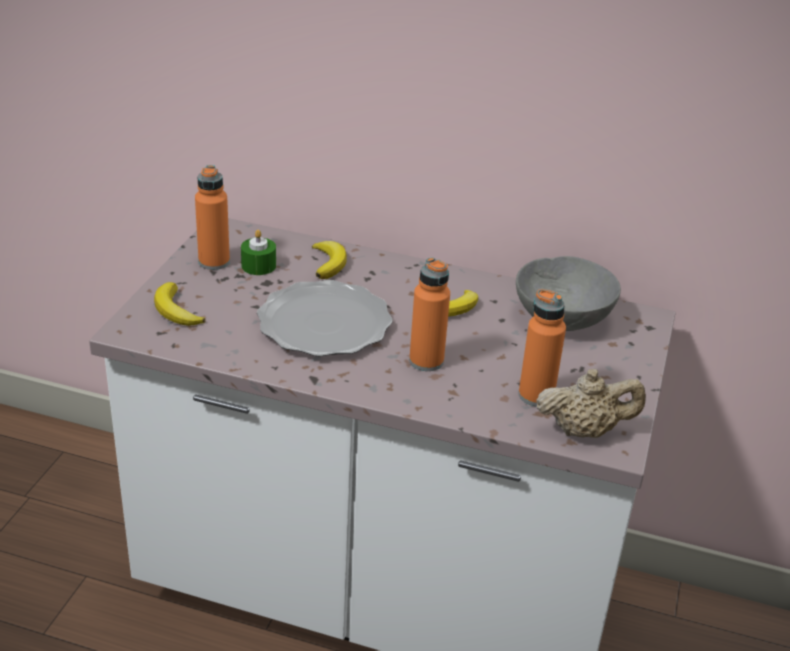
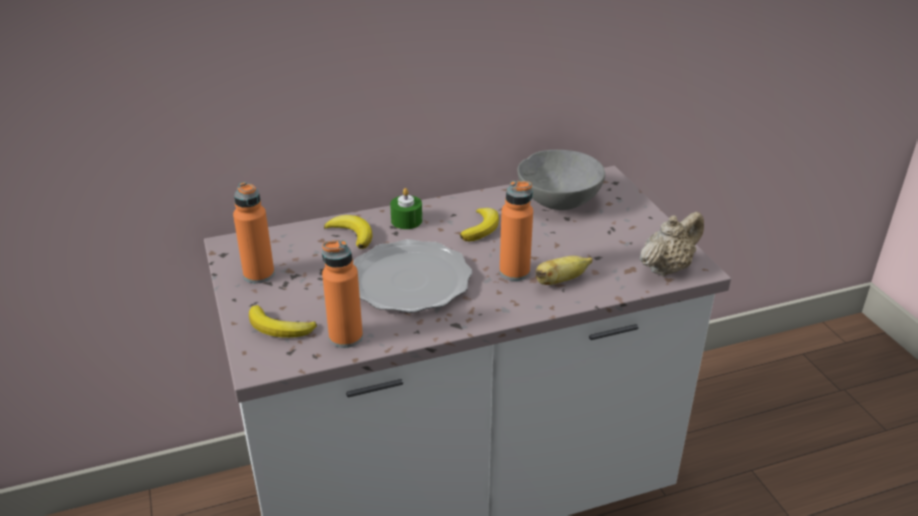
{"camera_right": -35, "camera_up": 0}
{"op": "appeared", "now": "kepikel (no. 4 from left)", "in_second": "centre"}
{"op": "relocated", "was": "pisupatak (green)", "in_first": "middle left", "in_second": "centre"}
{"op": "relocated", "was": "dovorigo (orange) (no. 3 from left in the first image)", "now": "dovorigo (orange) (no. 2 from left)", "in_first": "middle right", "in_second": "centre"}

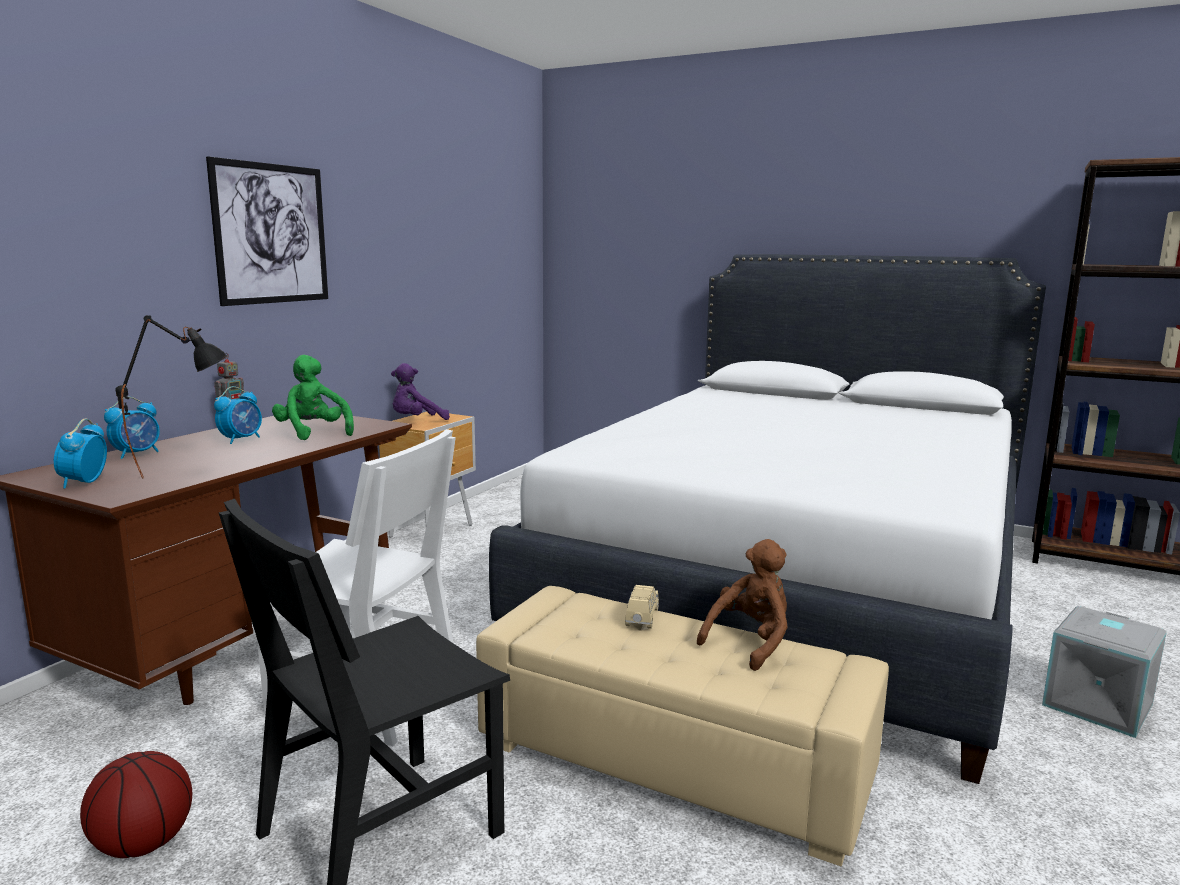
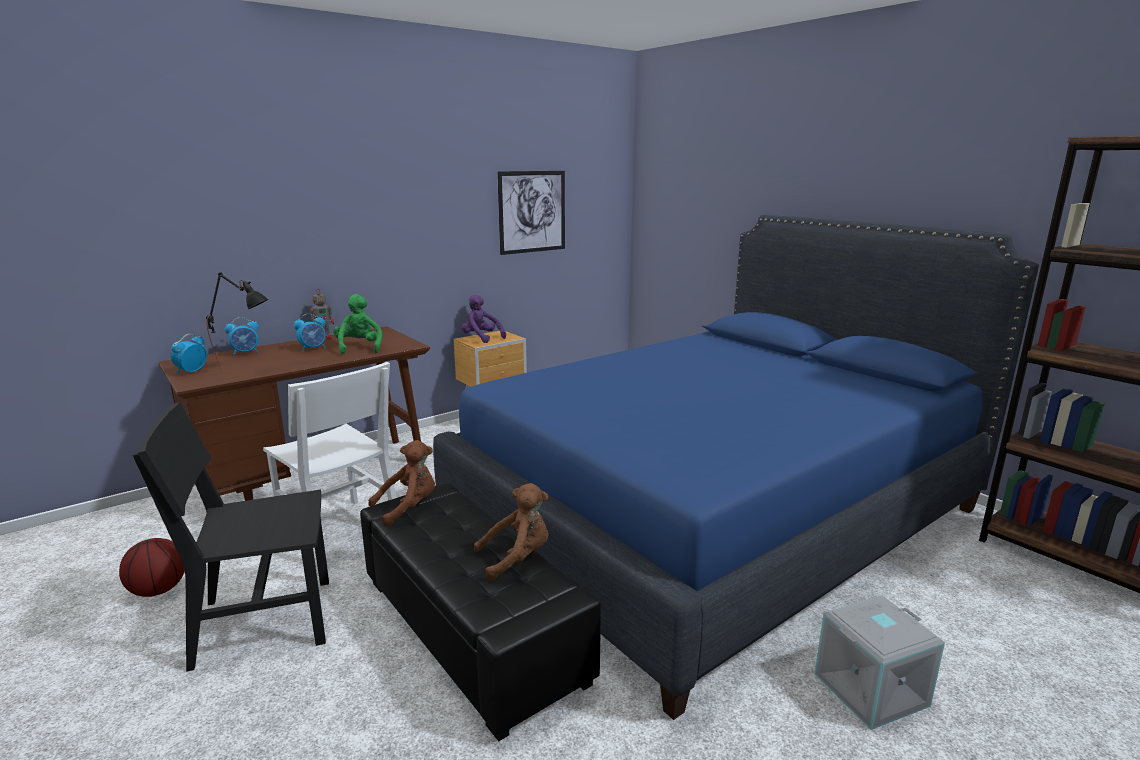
{"camera_right": 25, "camera_up": 5}
{"op": "missing", "was": "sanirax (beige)", "in_first": "bottom centre"}
{"op": "appeared", "now": "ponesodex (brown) (no. 1 from left)", "in_second": "centre"}
{"op": "relocated", "was": "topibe", "in_first": "top left", "in_second": "top centre"}
{"op": "colour", "was": "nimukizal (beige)", "now": "nimukizal (black)", "in_first": "bottom centre", "in_second": "bottom centre"}
{"op": "colour", "was": "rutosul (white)", "now": "rutosul (blue)", "in_first": "centre", "in_second": "centre"}
{"op": "spun", "was": "ponesodex (purple)", "in_first": "centre", "in_second": "centre", "clockwise": 45}

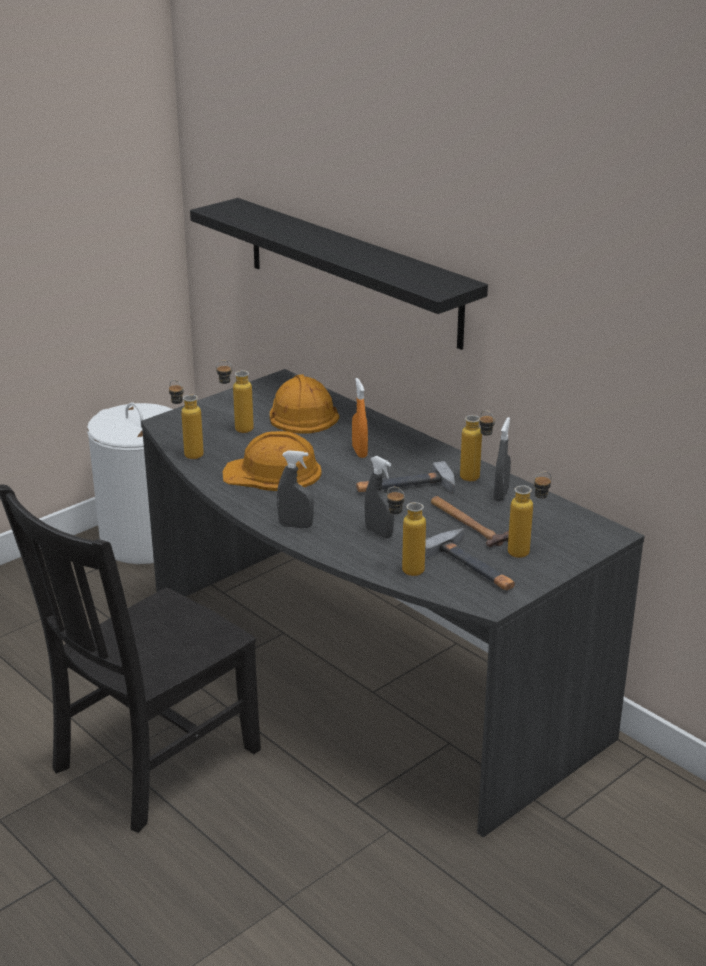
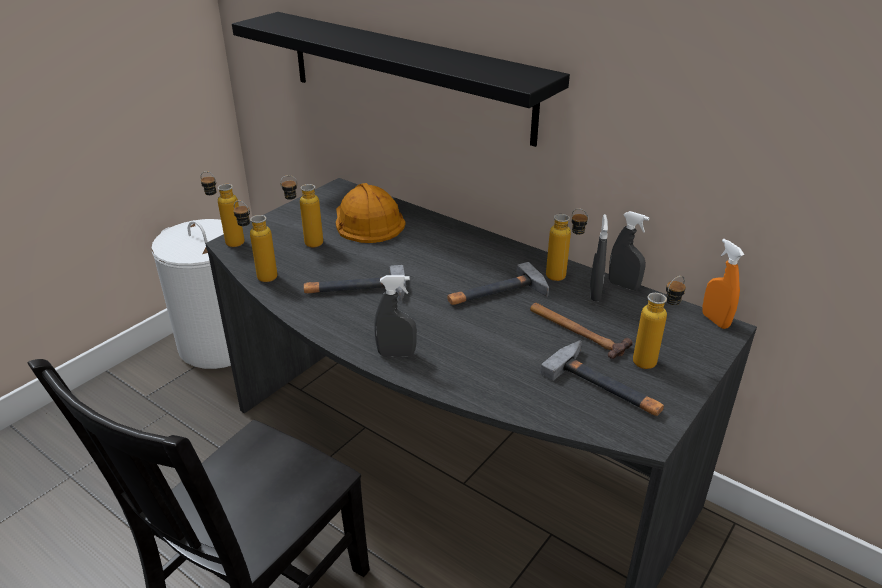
{"camera_right": -10, "camera_up": 5}
{"op": "relocated", "was": "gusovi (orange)", "in_first": "centre", "in_second": "middle right"}
{"op": "relocated", "was": "gusovi (grey) (no. 2 from left in the first image)", "now": "gusovi (grey) (no. 3 from left)", "in_first": "centre", "in_second": "middle right"}
{"op": "relocated", "was": "dovorigo (no. 3 from left in the first image)", "now": "dovorigo (no. 1 from left)", "in_first": "centre", "in_second": "middle left"}
{"op": "exchanged", "was": "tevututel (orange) (no. 1 from left)", "now": "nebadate (no. 1 from left)", "in_first": "centre", "in_second": "centre"}

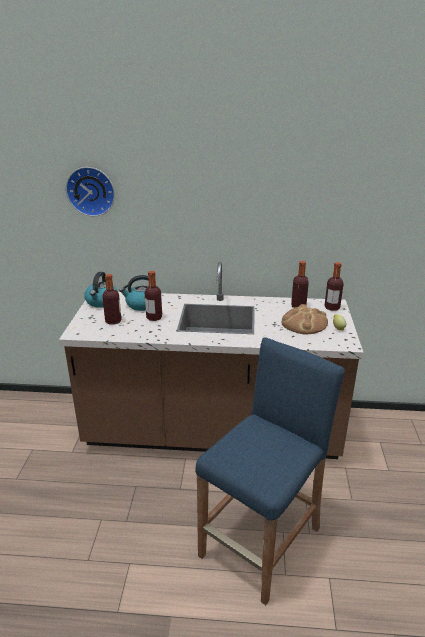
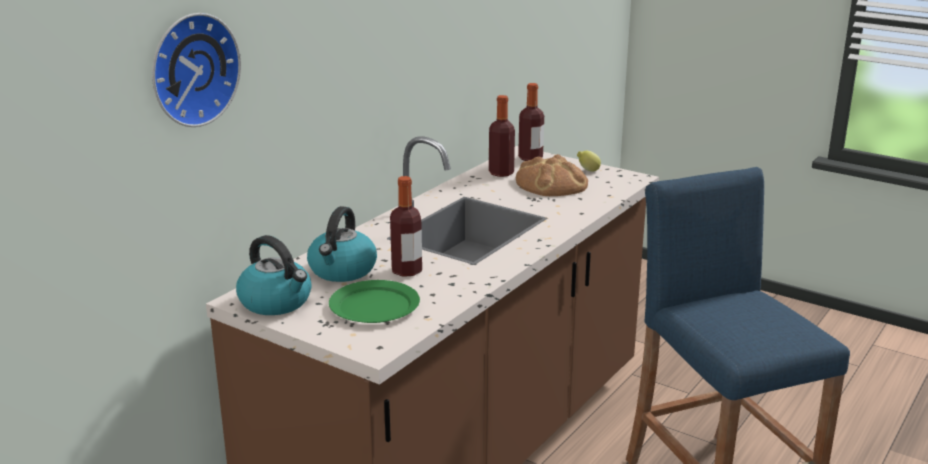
{"camera_right": -60, "camera_up": -5}
{"op": "exchanged", "was": "dovorigo (no. 1 from left)", "now": "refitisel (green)", "in_first": "middle left", "in_second": "centre"}

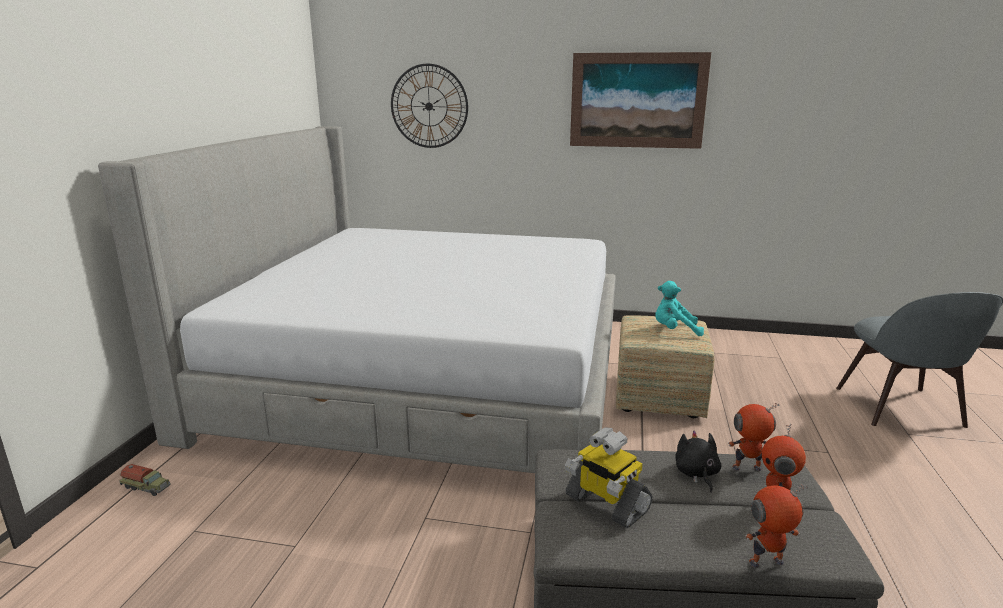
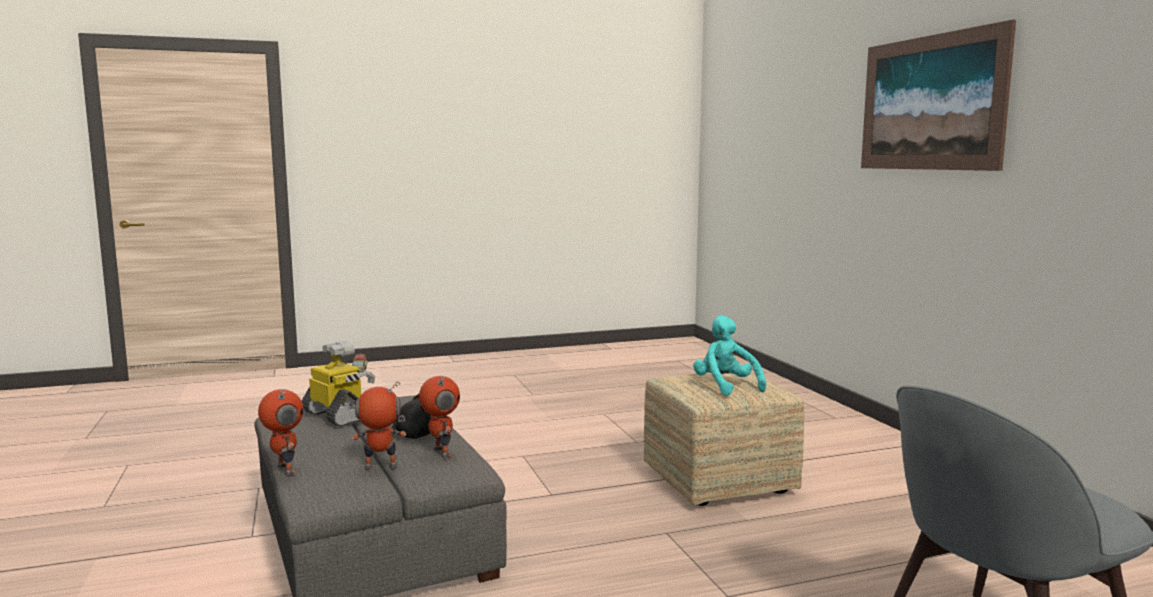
{"camera_right": 60, "camera_up": -10}
{"op": "missing", "was": "rutosul", "in_first": "centre"}
{"op": "missing", "was": "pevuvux", "in_first": "top centre"}
{"op": "spun", "was": "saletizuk (no. 1 from left in the first image)", "in_first": "bottom centre", "in_second": "middle left", "clockwise": 120}

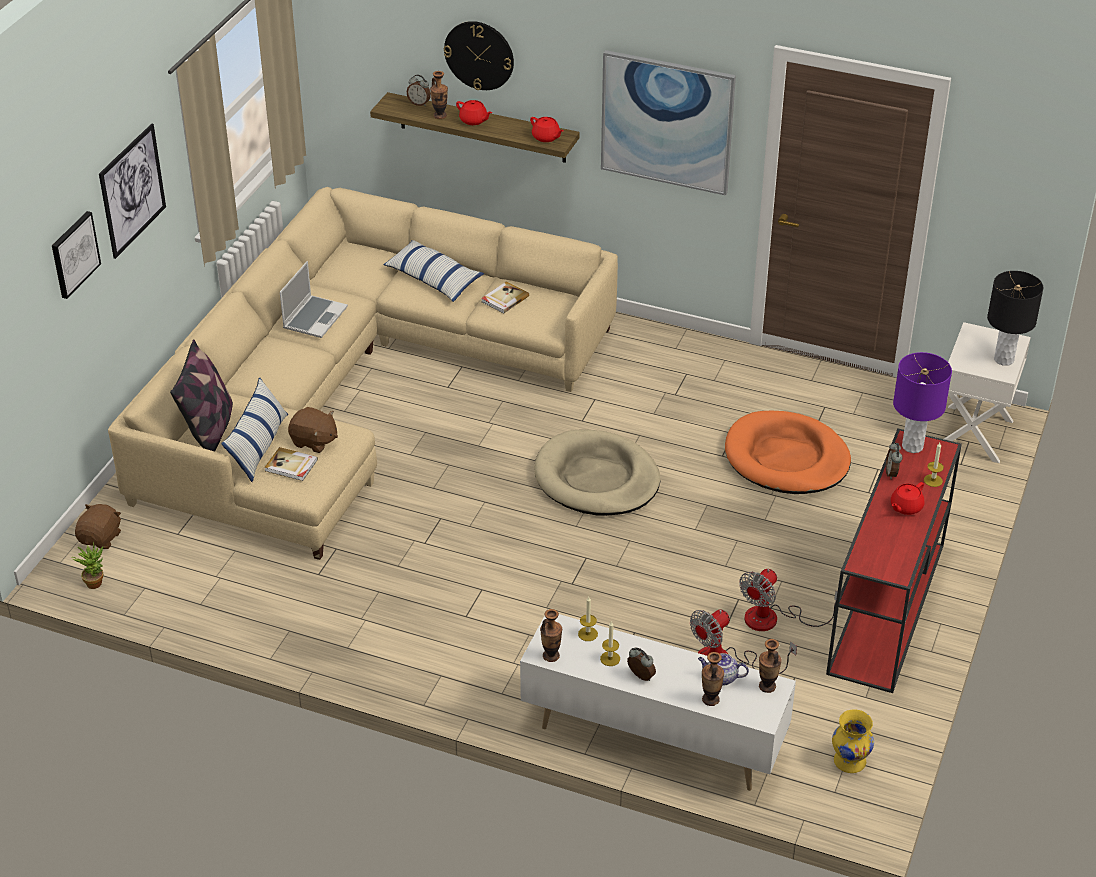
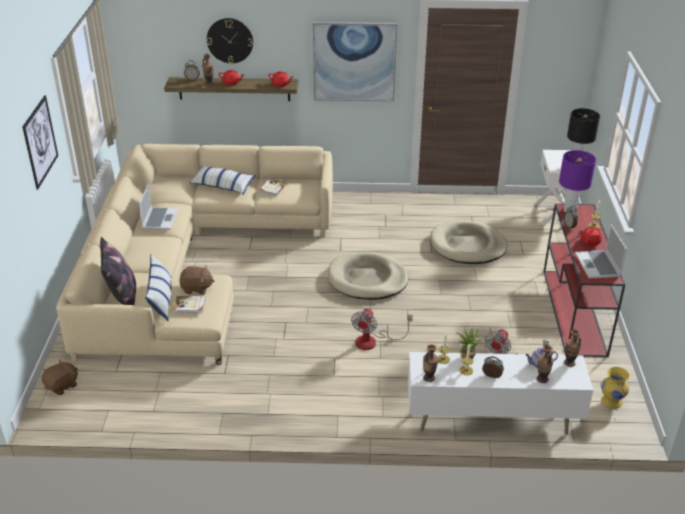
{"camera_right": -20, "camera_up": -5}
{"op": "missing", "was": "topibe (no. 1 from left)", "in_first": "top left"}
{"op": "appeared", "now": "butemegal (no. 2 from left)", "in_second": "middle right"}
{"op": "relocated", "was": "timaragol", "in_first": "middle left", "in_second": "middle right"}
{"op": "relocated", "was": "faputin (no. 2 from left in the first image)", "now": "faputin (no. 1 from left)", "in_first": "bottom right", "in_second": "centre"}
{"op": "colour", "was": "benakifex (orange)", "now": "benakifex (beige) (no. 2 from left)", "in_first": "middle right", "in_second": "middle right"}
{"op": "spun", "was": "ponesodex (brown) (no. 1 from left)", "in_first": "middle left", "in_second": "bottom left", "clockwise": 45}

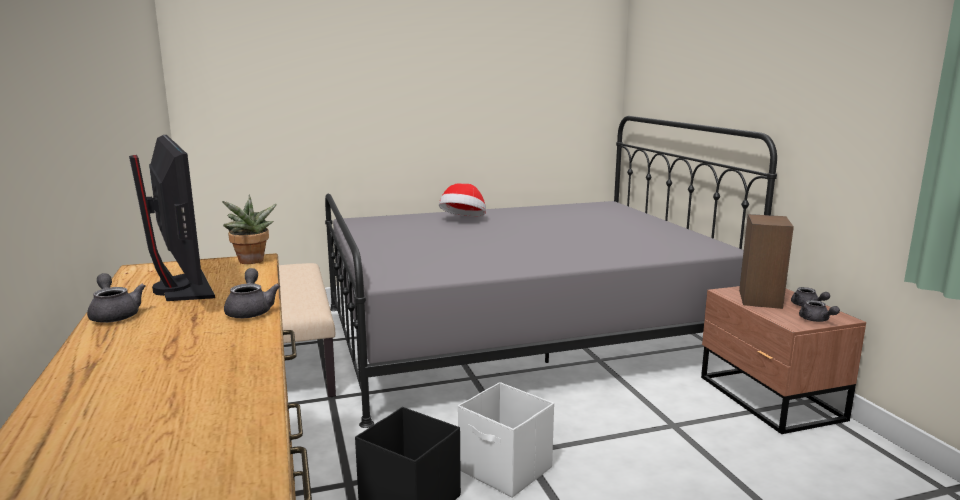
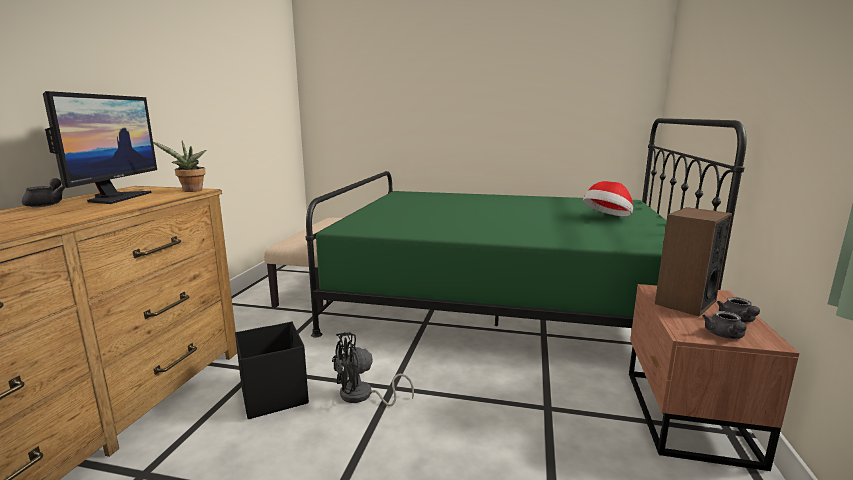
{"camera_right": 30, "camera_up": 0}
{"op": "missing", "was": "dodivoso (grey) (no. 2 from left)", "in_first": "middle left"}
{"op": "relocated", "was": "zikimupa", "in_first": "centre", "in_second": "middle right"}
{"op": "exchanged", "was": "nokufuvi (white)", "now": "faputin (black)", "in_first": "bottom centre", "in_second": "bottom centre"}
{"op": "colour", "was": "rutosul (grey)", "now": "rutosul (green)", "in_first": "centre", "in_second": "centre"}

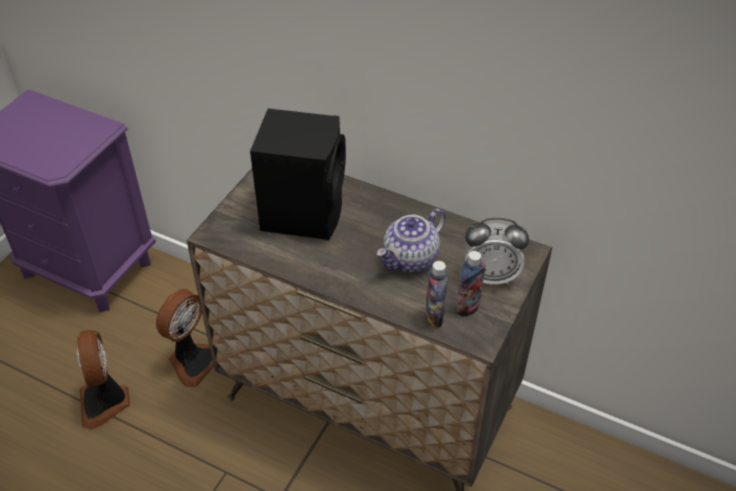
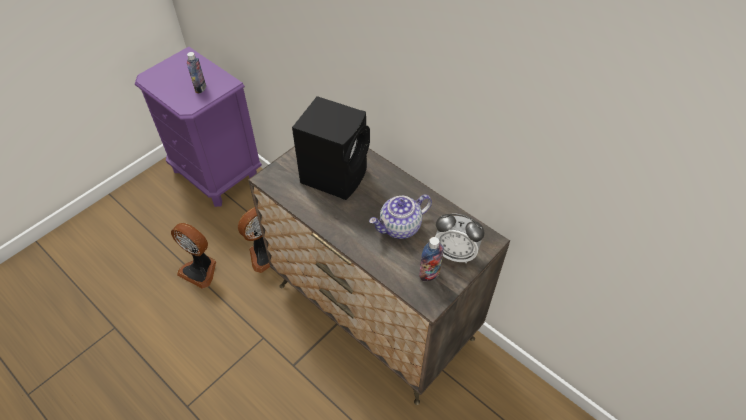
{"camera_right": 15, "camera_up": 5}
{"op": "relocated", "was": "dovorigo (no. 1 from left)", "in_first": "centre", "in_second": "top left"}
{"op": "spun", "was": "faputin (no. 1 from left)", "in_first": "bottom left", "in_second": "middle left", "clockwise": -60}

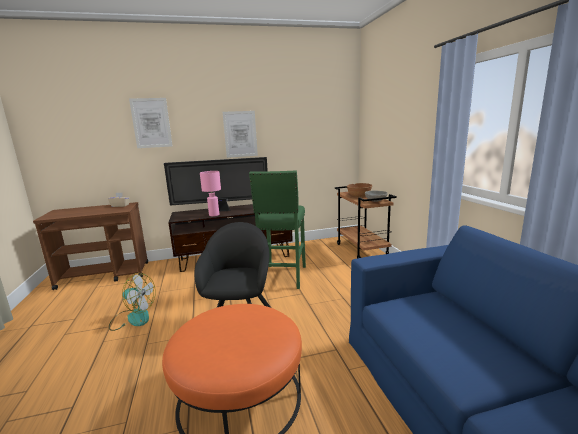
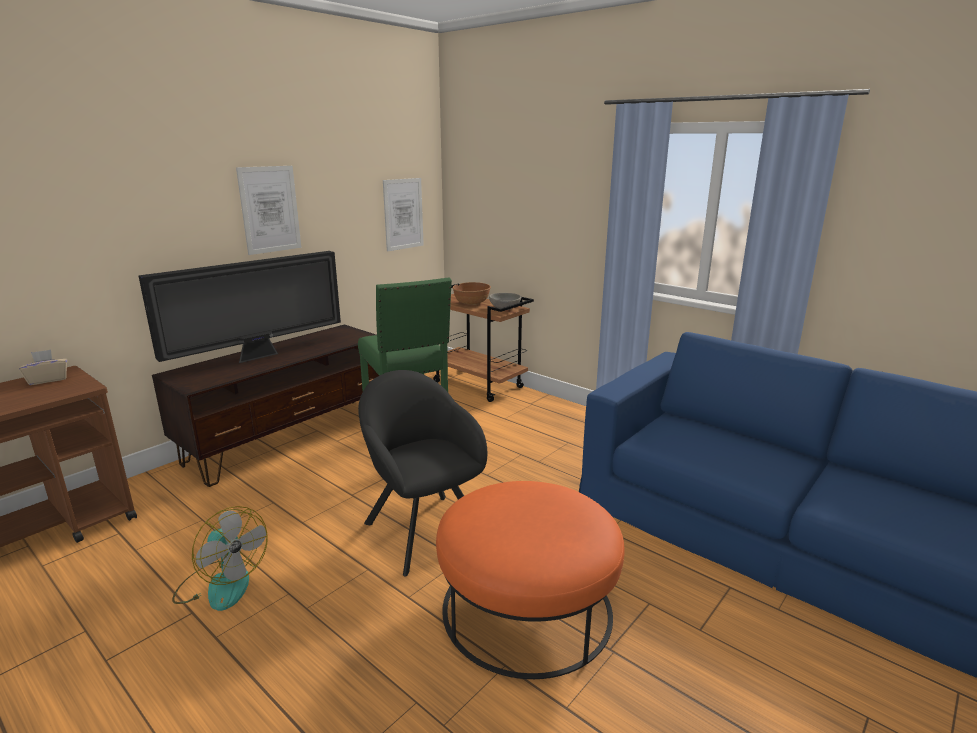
{"camera_right": -35, "camera_up": 5}
{"op": "missing", "was": "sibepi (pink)", "in_first": "centre"}
{"op": "relocated", "was": "topibe (no. 1 from left in the first image)", "now": "topibe (no. 2 from left)", "in_first": "top left", "in_second": "top centre"}
{"op": "spun", "was": "faputin", "in_first": "bottom left", "in_second": "bottom left", "clockwise": 60}

